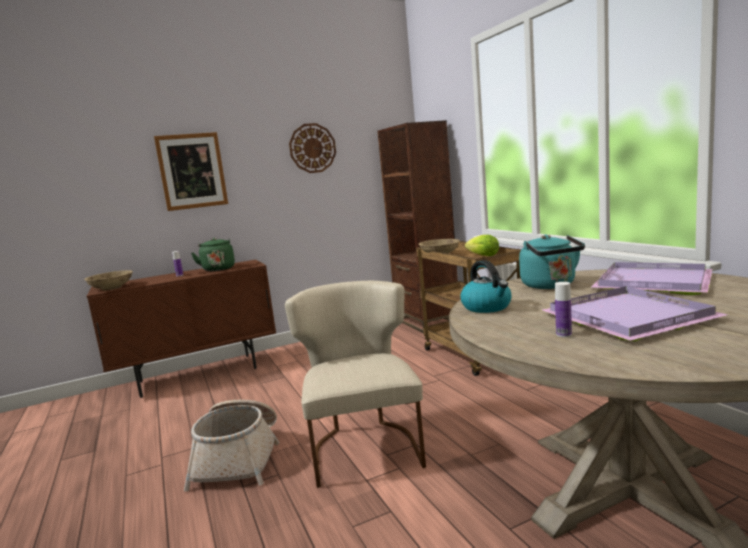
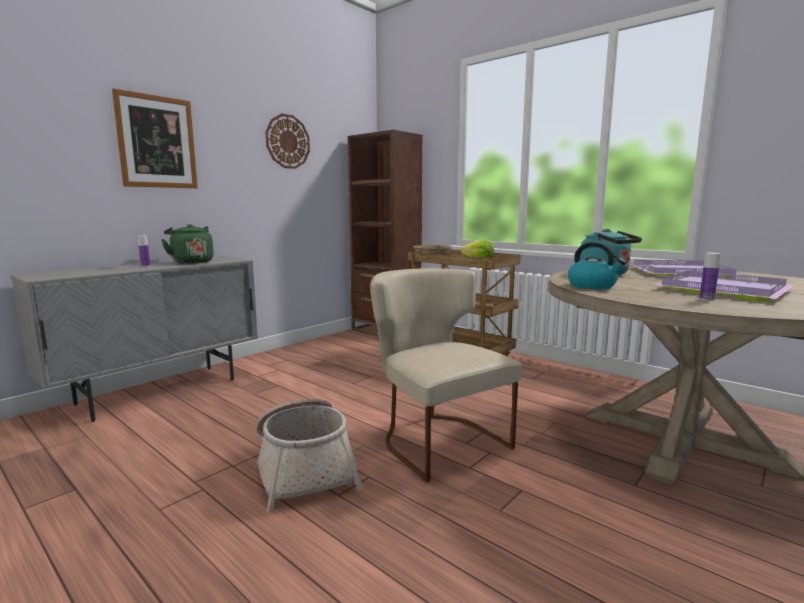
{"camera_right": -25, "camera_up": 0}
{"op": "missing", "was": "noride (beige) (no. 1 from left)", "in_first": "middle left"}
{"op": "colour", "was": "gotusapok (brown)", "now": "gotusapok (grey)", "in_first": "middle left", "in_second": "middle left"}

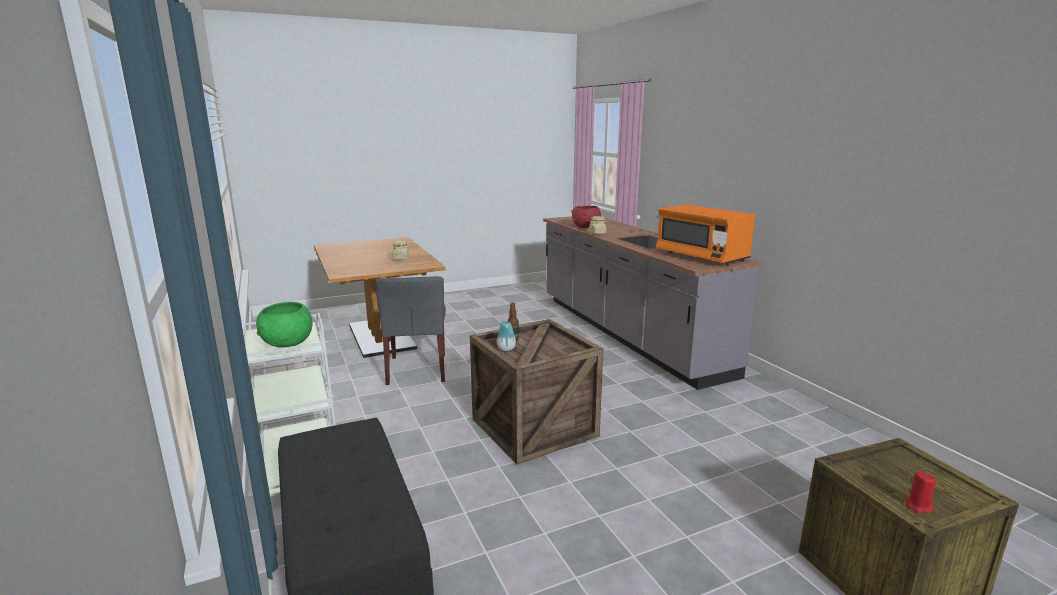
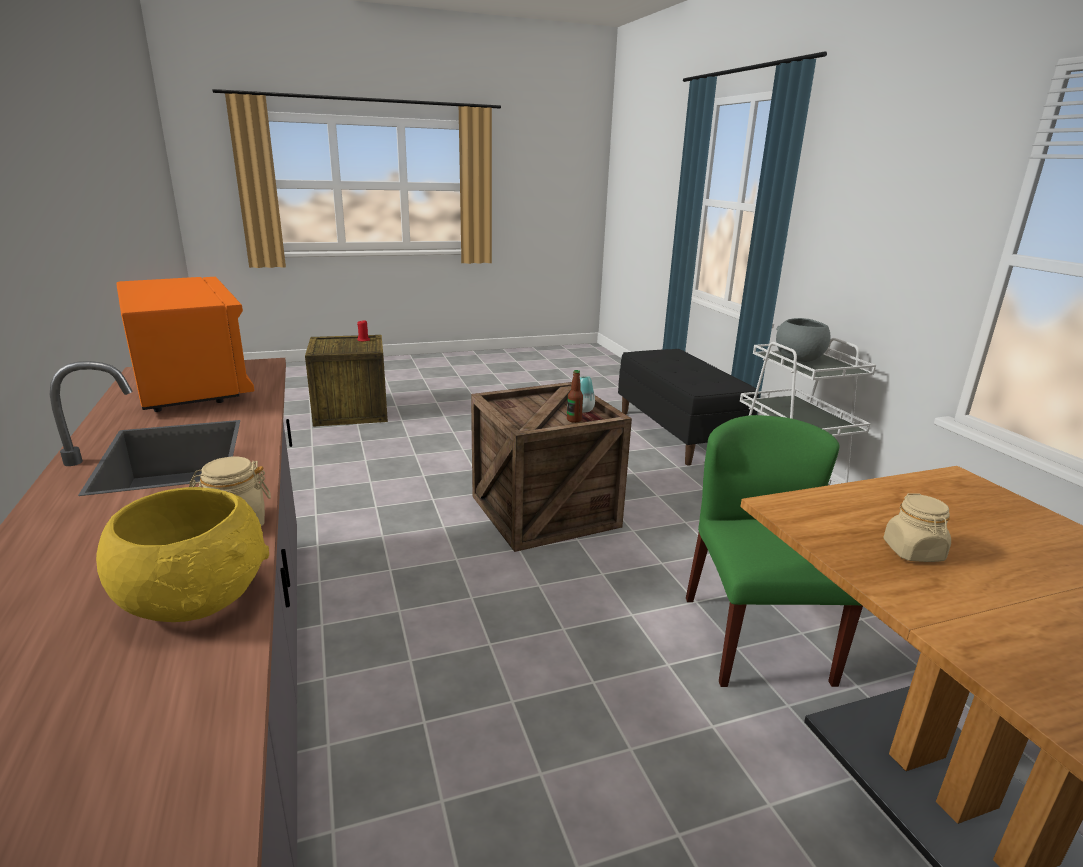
{"camera_right": -175, "camera_up": 5}
{"op": "colour", "was": "noride (green)", "now": "noride (grey)", "in_first": "middle left", "in_second": "middle right"}
{"op": "colour", "was": "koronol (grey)", "now": "koronol (green)", "in_first": "centre", "in_second": "middle right"}
{"op": "colour", "was": "noride (red)", "now": "noride (yellow)", "in_first": "centre", "in_second": "middle left"}

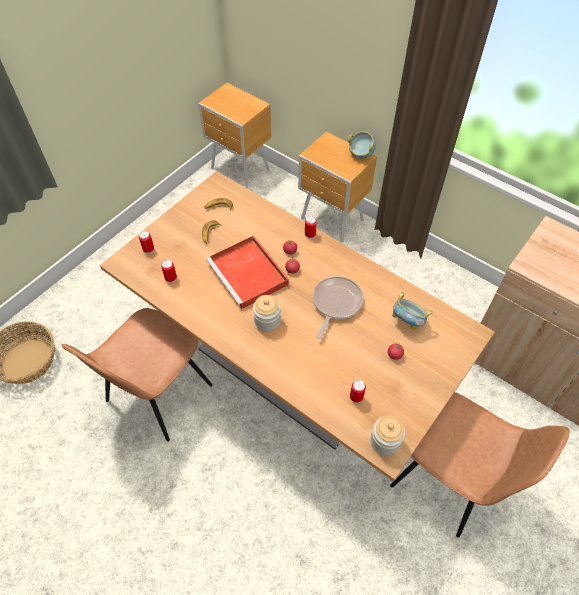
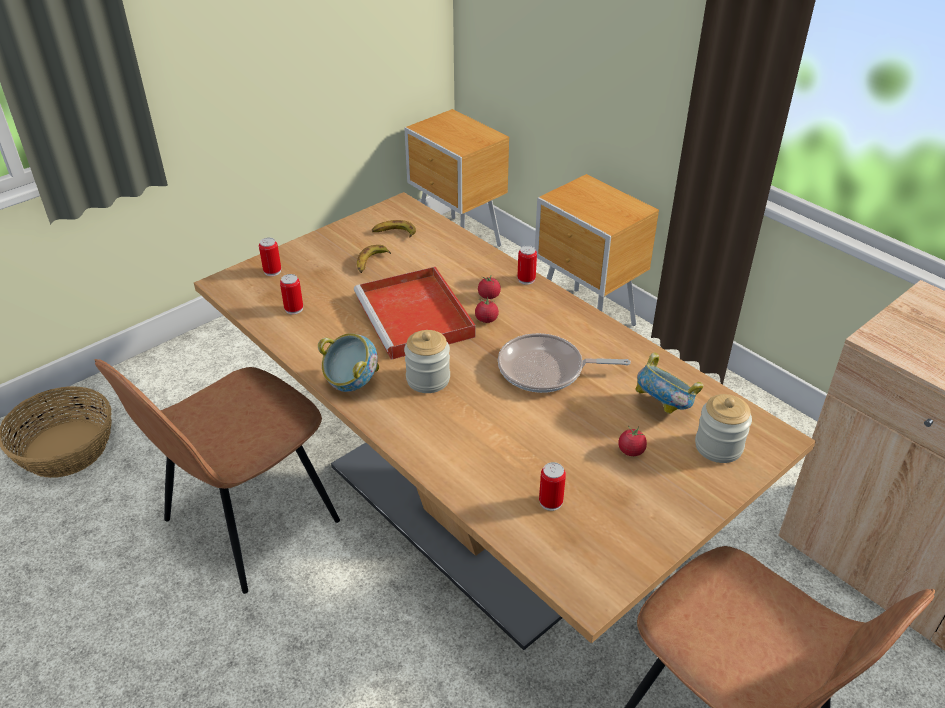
{"camera_right": 10, "camera_up": -15}
{"op": "relocated", "was": "noride (no. 1 from left)", "in_first": "top centre", "in_second": "centre"}
{"op": "relocated", "was": "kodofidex (no. 2 from left)", "in_first": "bottom right", "in_second": "middle right"}
{"op": "spun", "was": "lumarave", "in_first": "centre", "in_second": "centre", "clockwise": -120}

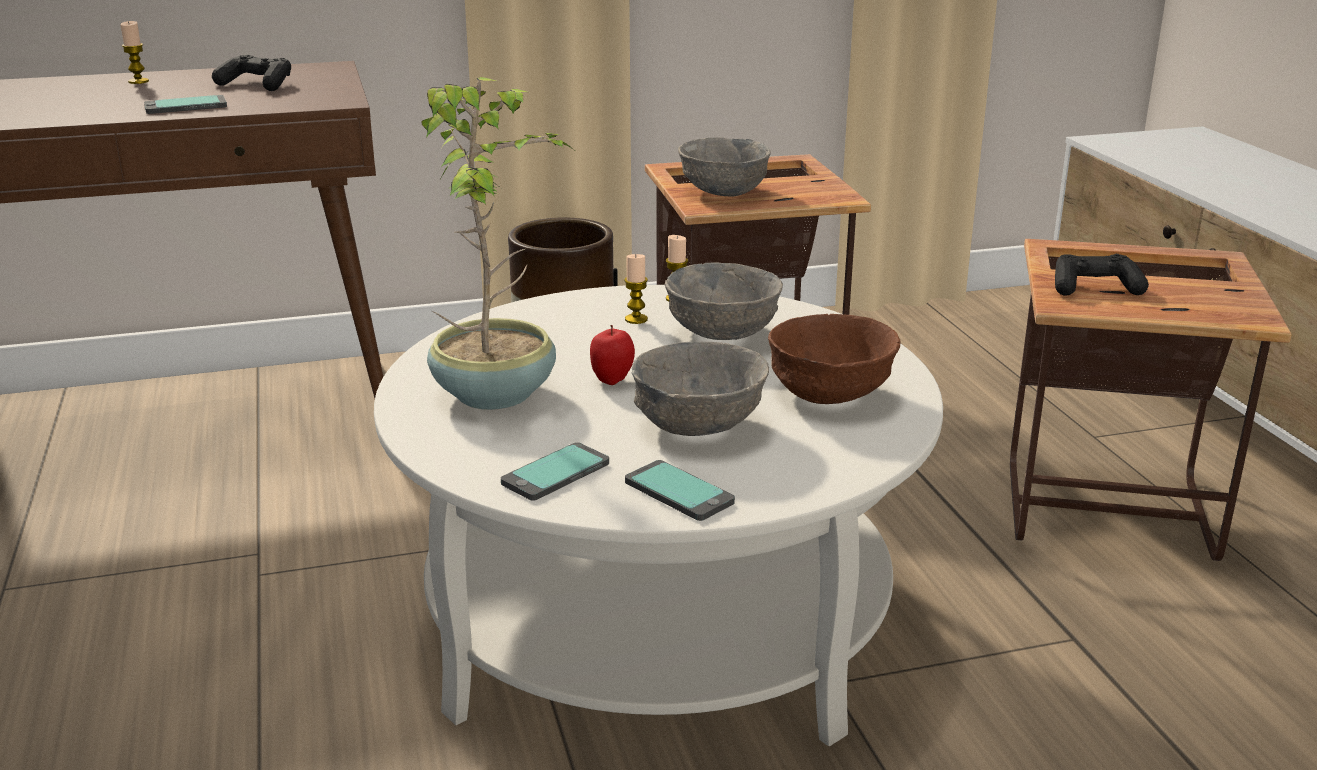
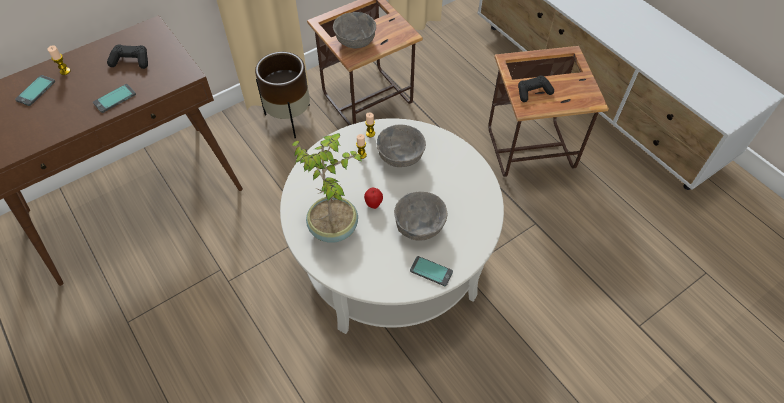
{"camera_right": -20, "camera_up": 30}
{"op": "missing", "was": "noride (brown)", "in_first": "centre"}
{"op": "relocated", "was": "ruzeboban (no. 2 from left in the first image)", "now": "ruzeboban (no. 1 from left)", "in_first": "centre", "in_second": "top left"}

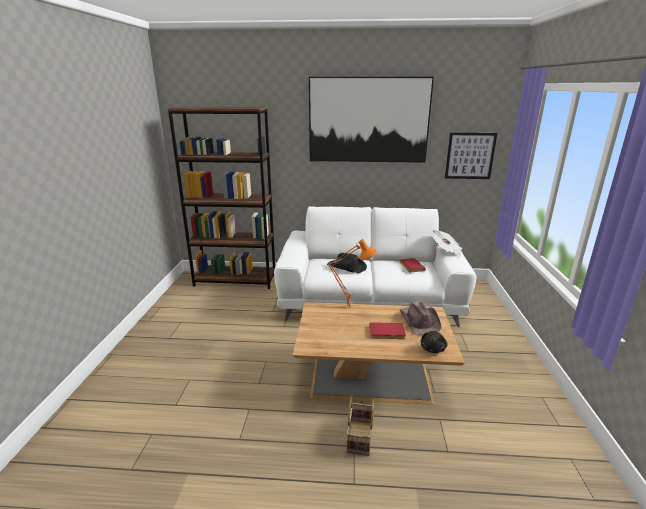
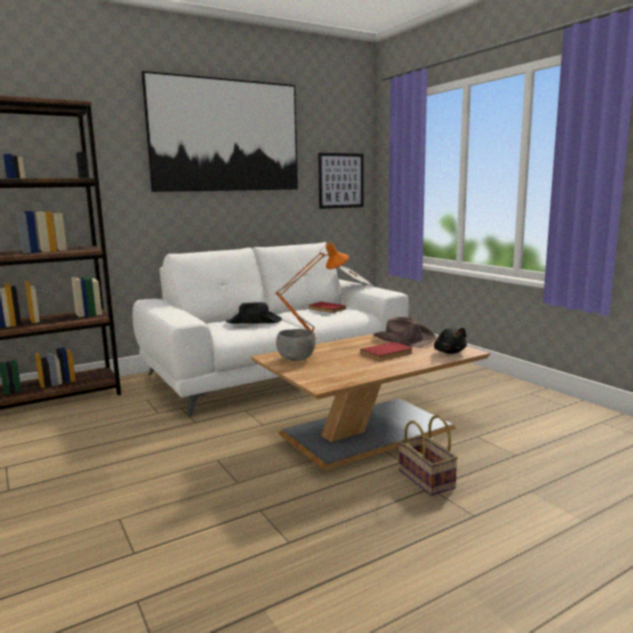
{"camera_right": -35, "camera_up": -10}
{"op": "appeared", "now": "noride (grey)", "in_second": "centre"}

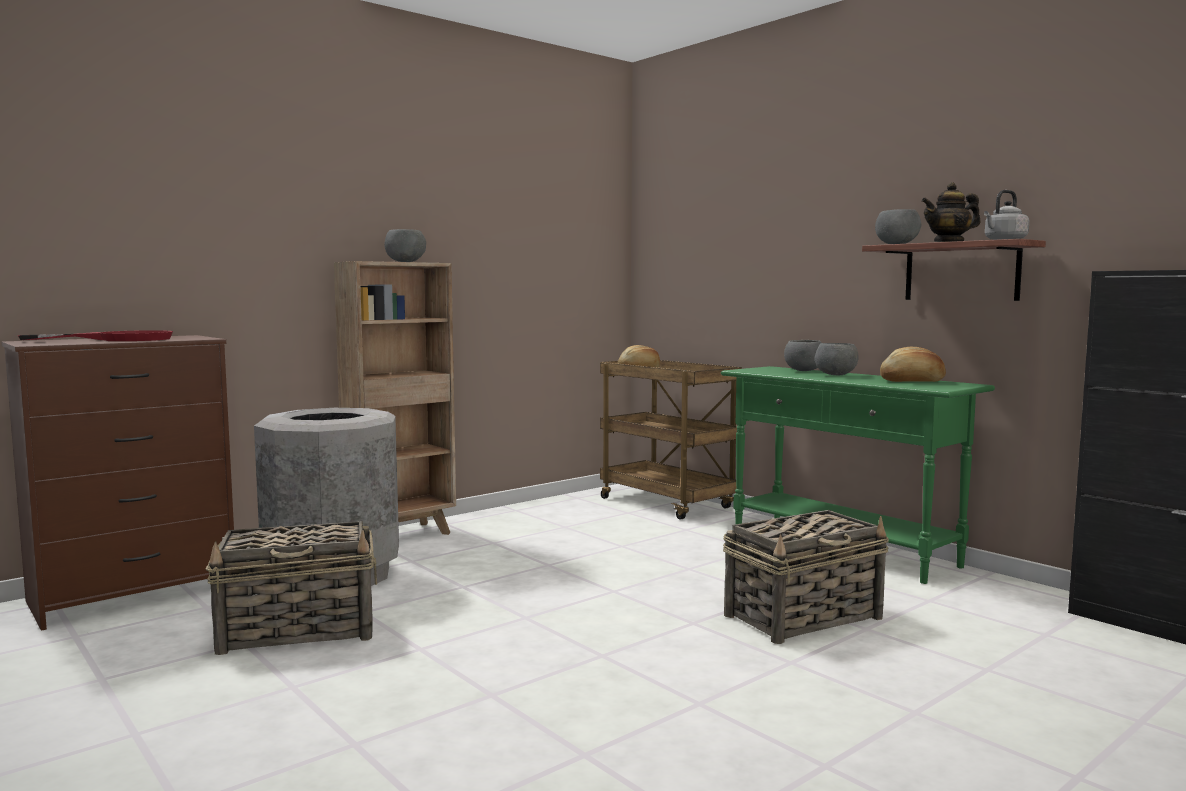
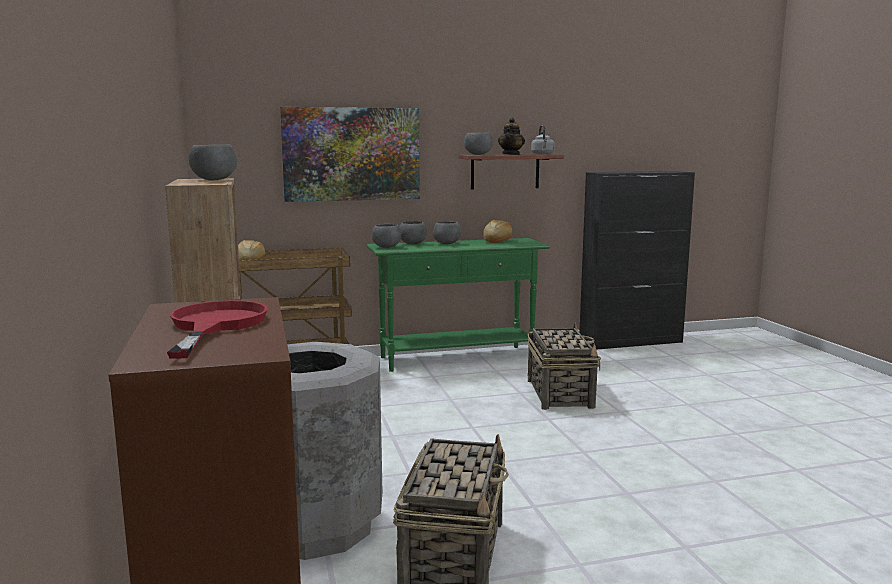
{"camera_right": -65, "camera_up": 5}
{"op": "appeared", "now": "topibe", "in_second": "top centre"}
{"op": "appeared", "now": "noride (grey) (no. 2 from left)", "in_second": "centre"}

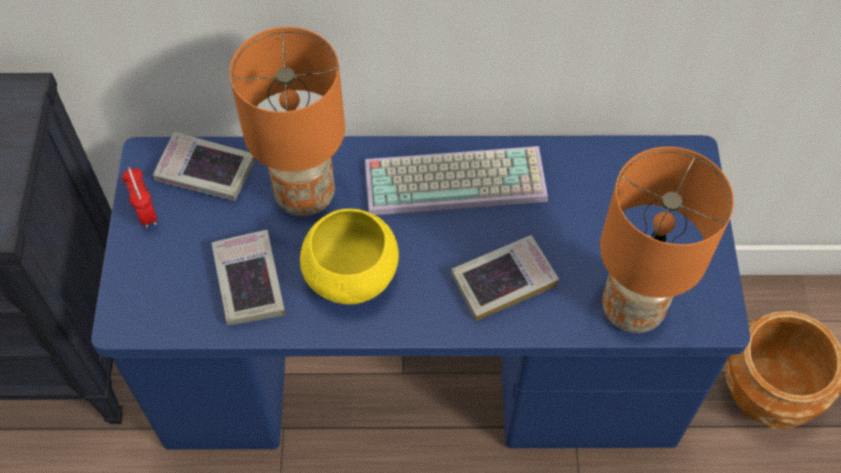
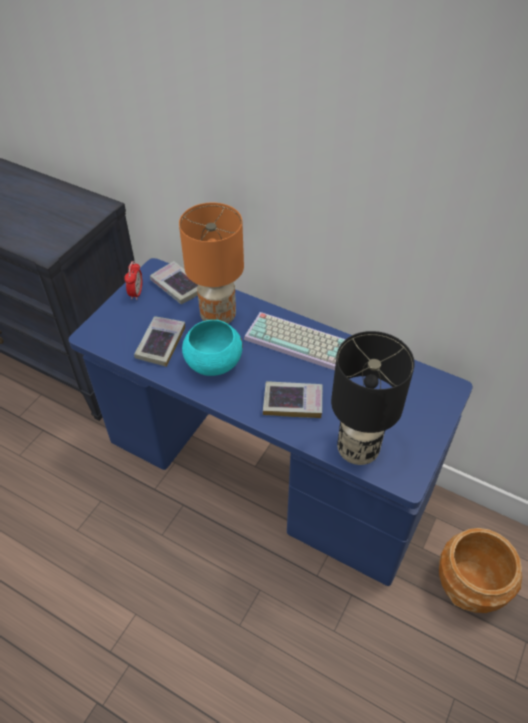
{"camera_right": 30, "camera_up": -10}
{"op": "colour", "was": "noride (yellow)", "now": "noride (turquoise)", "in_first": "centre", "in_second": "centre"}
{"op": "colour", "was": "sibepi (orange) (no. 2 from left)", "now": "sibepi (black)", "in_first": "middle right", "in_second": "middle right"}

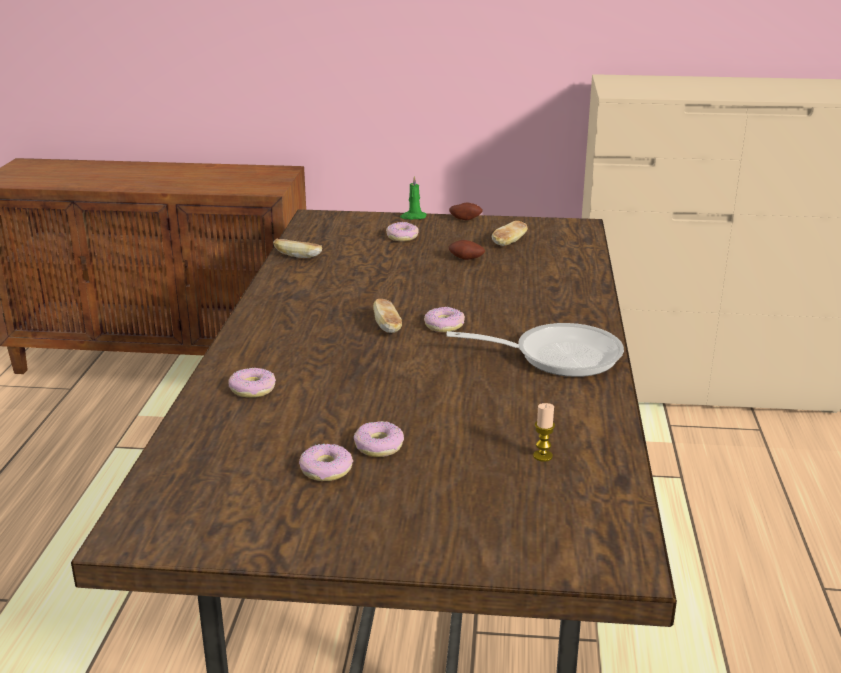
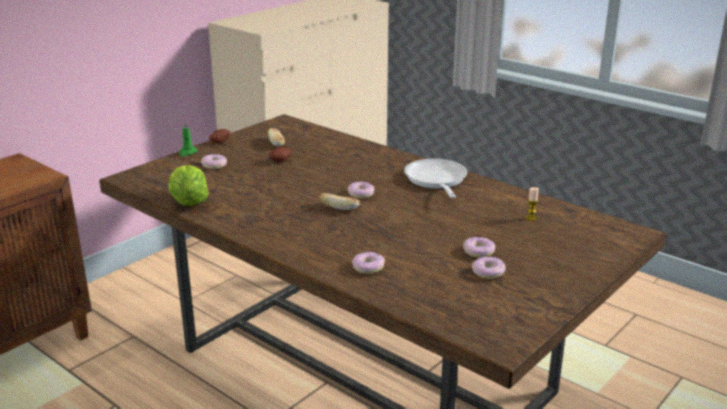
{"camera_right": -55, "camera_up": 0}
{"op": "exchanged", "was": "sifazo (no. 1 from left)", "now": "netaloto", "in_first": "centre", "in_second": "middle left"}
{"op": "spun", "was": "lumarave", "in_first": "centre", "in_second": "centre", "clockwise": -45}

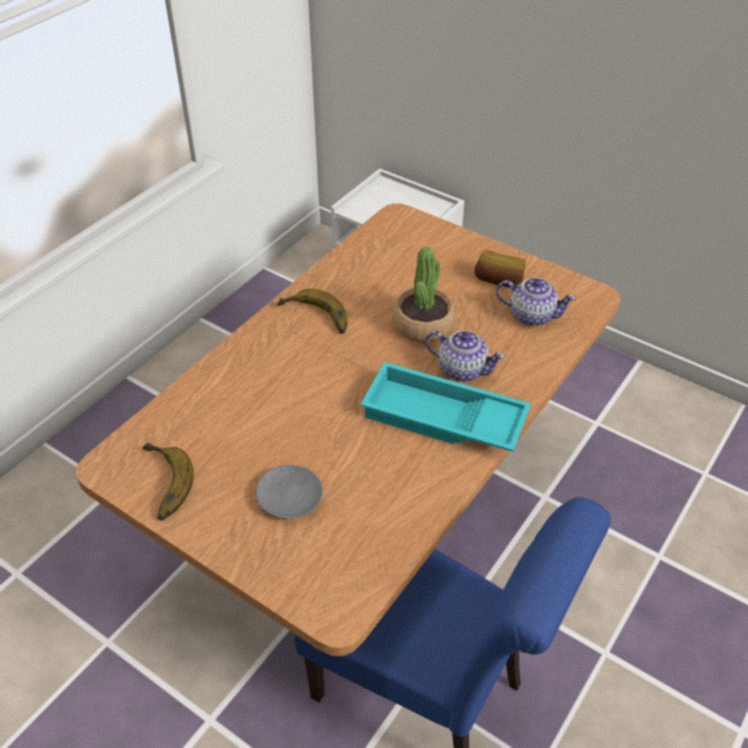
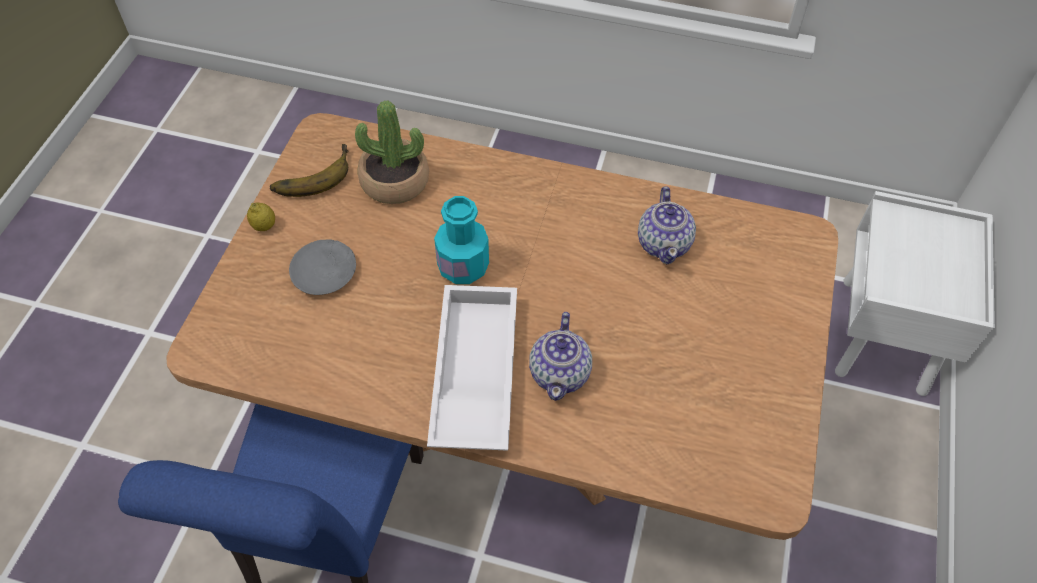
{"camera_right": 70, "camera_up": 10}
{"op": "missing", "was": "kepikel (no. 2 from left)", "in_first": "centre"}
{"op": "missing", "was": "sifazo", "in_first": "middle right"}
{"op": "appeared", "now": "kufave", "in_second": "middle left"}
{"op": "appeared", "now": "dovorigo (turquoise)", "in_second": "centre"}
{"op": "relocated", "was": "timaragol", "in_first": "centre", "in_second": "top centre"}
{"op": "relocated", "was": "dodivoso (no. 2 from left)", "in_first": "middle right", "in_second": "centre"}
{"op": "colour", "was": "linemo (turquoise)", "now": "linemo (white)", "in_first": "centre", "in_second": "centre"}

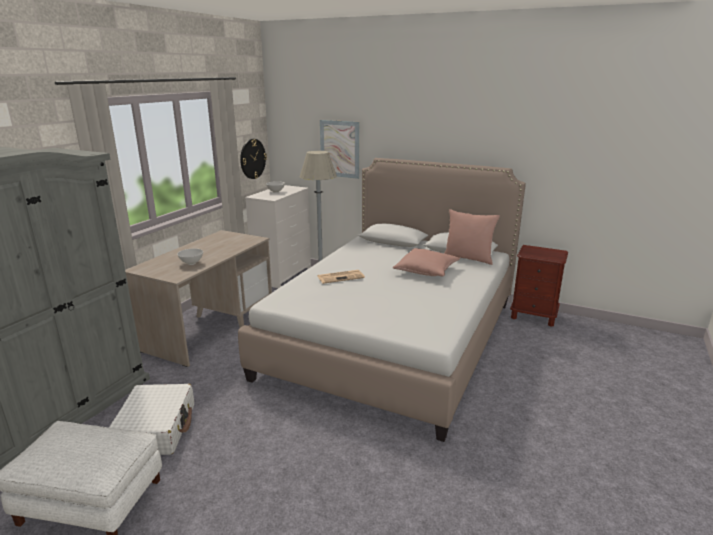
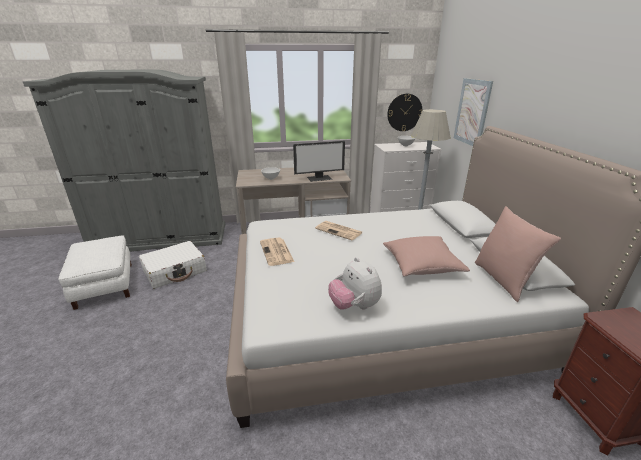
{"camera_right": 55, "camera_up": 5}
{"op": "appeared", "now": "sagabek (no. 1 from left)", "in_second": "centre"}
{"op": "appeared", "now": "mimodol", "in_second": "centre"}
{"op": "appeared", "now": "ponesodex", "in_second": "centre"}

